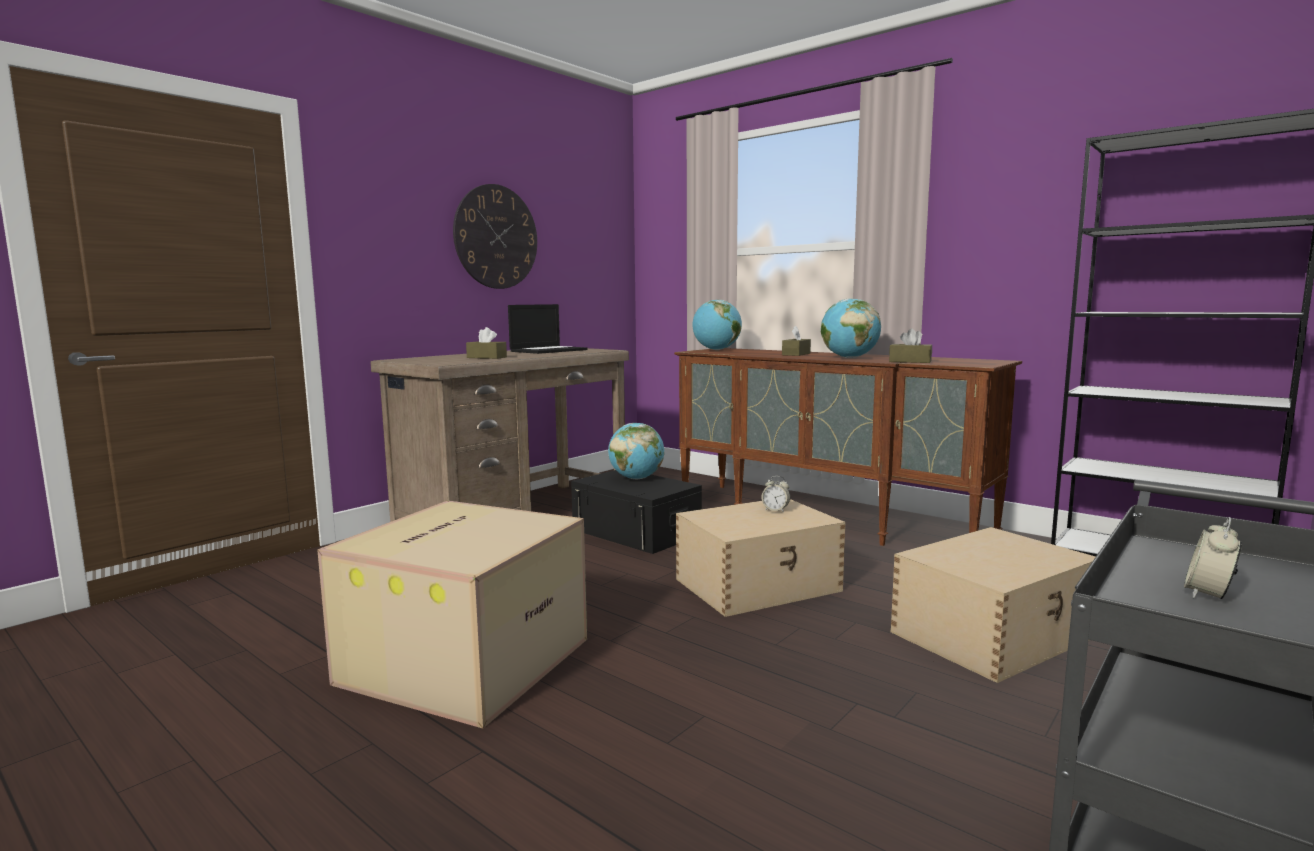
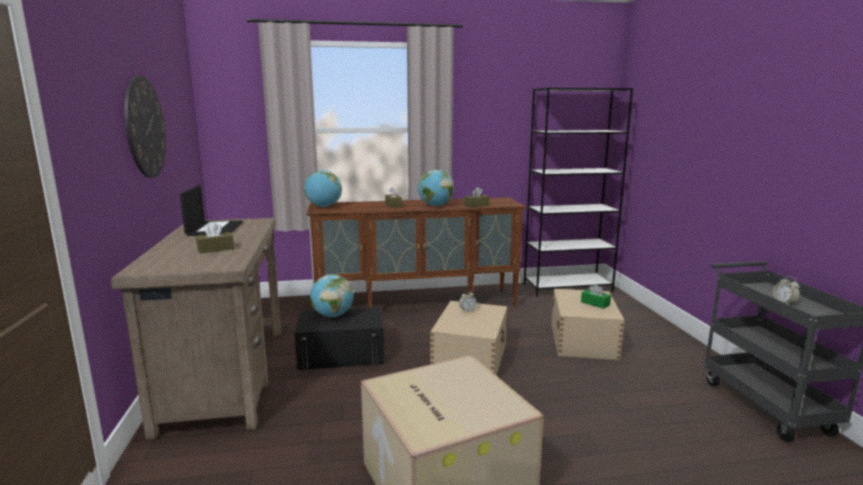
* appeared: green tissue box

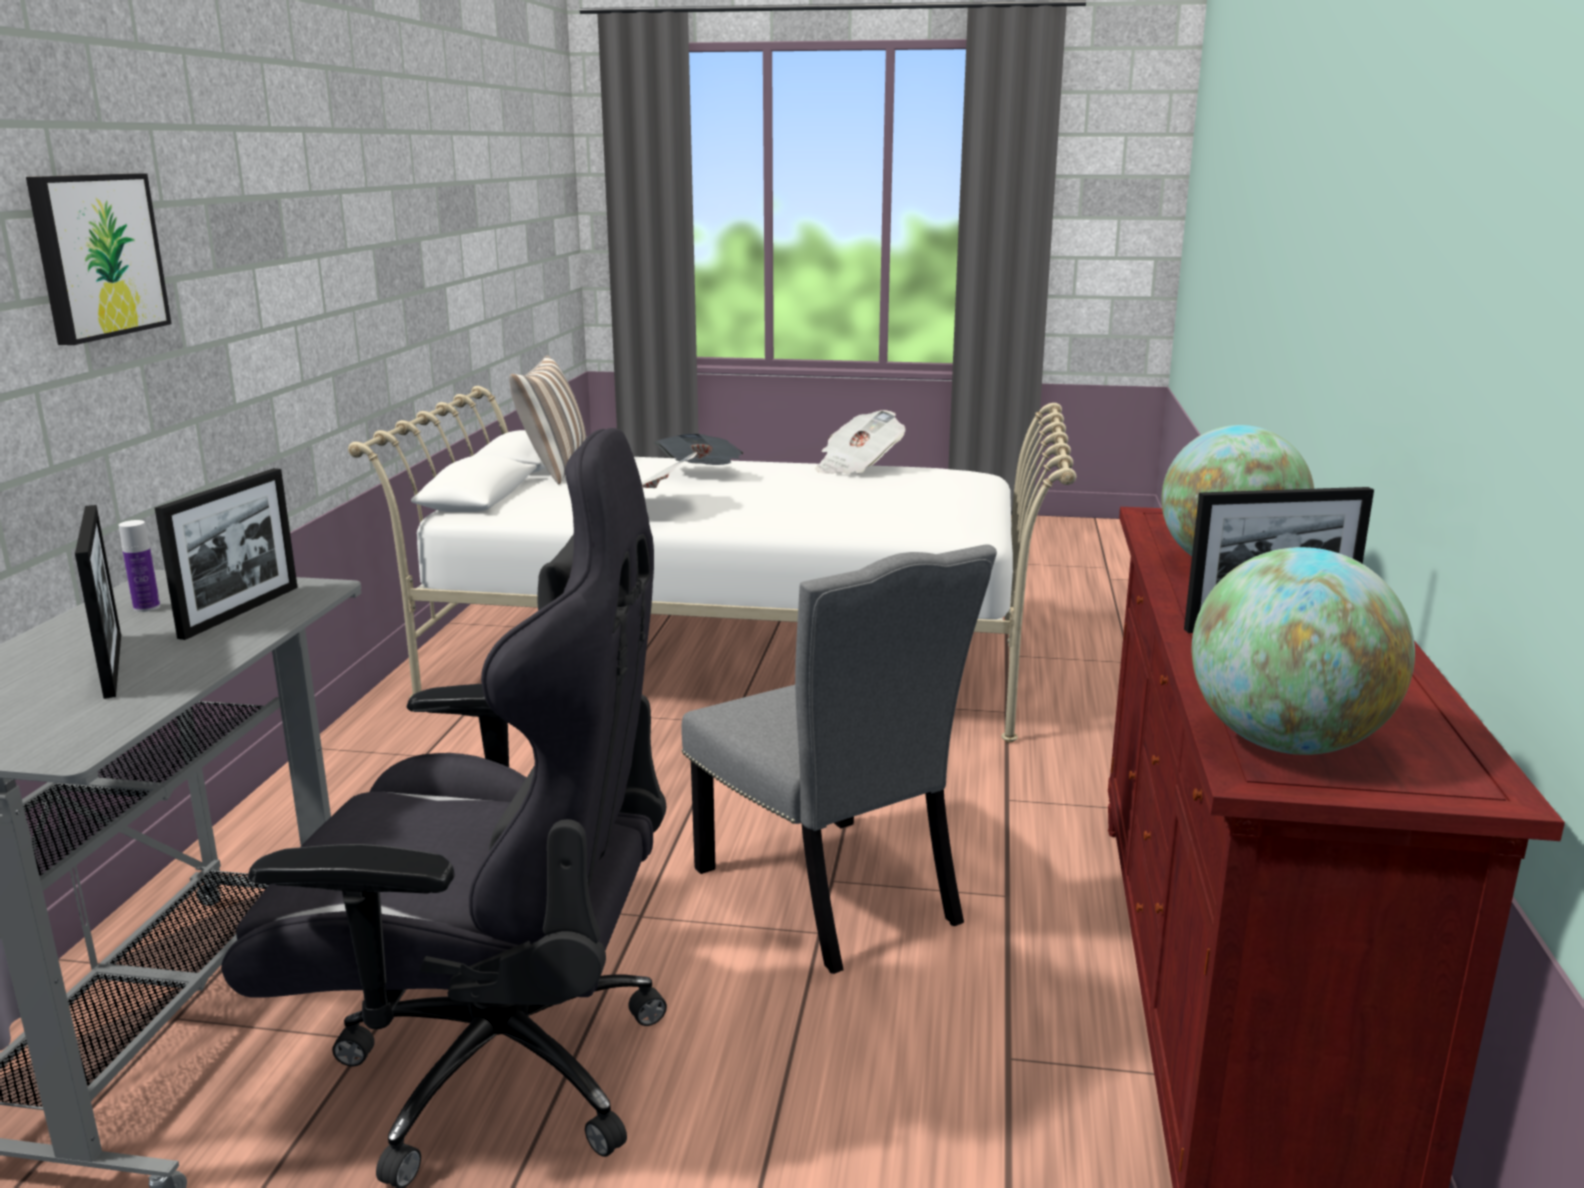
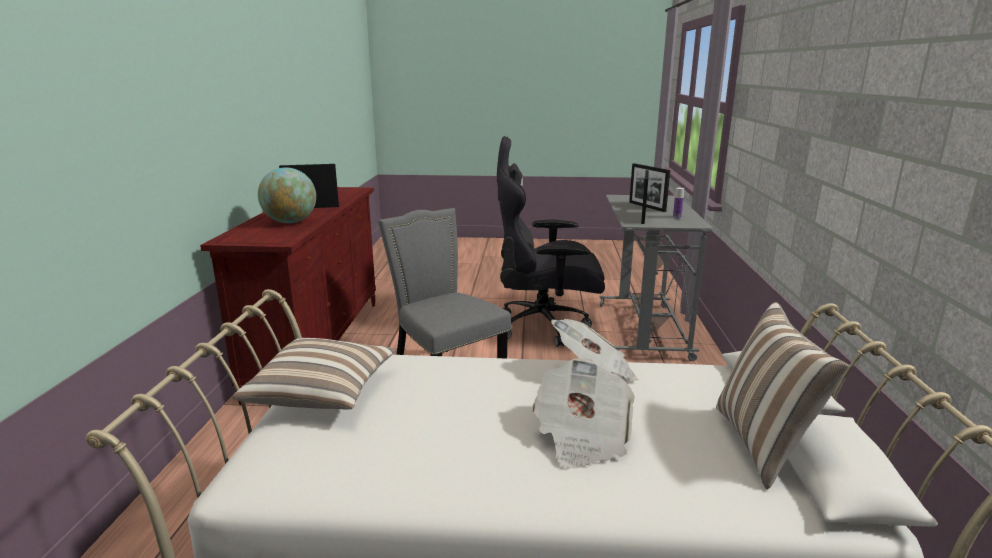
* appeared: pillow (no. 1 from left)
* missing: picture
* missing: newspaper (no. 3 from left)
* missing: globe (no. 2 from left)

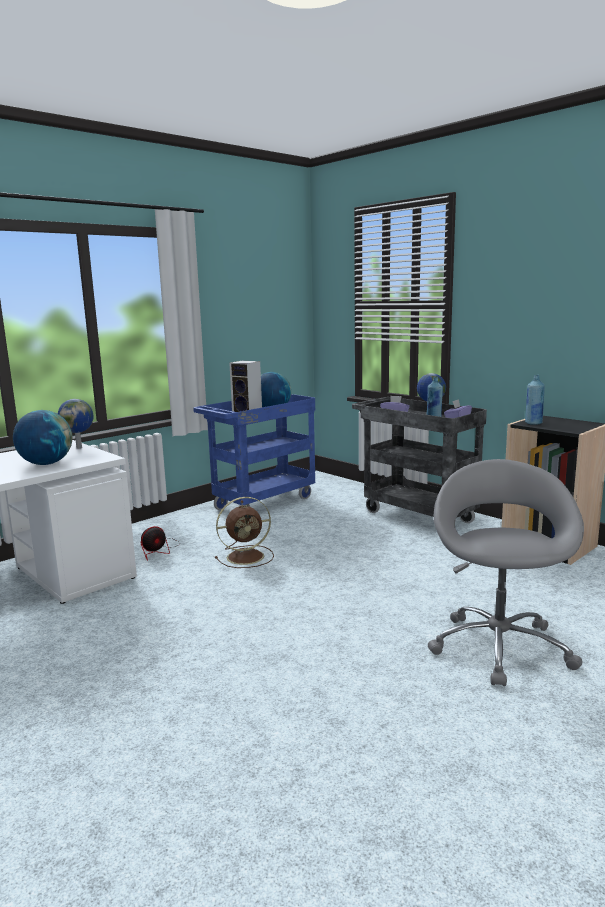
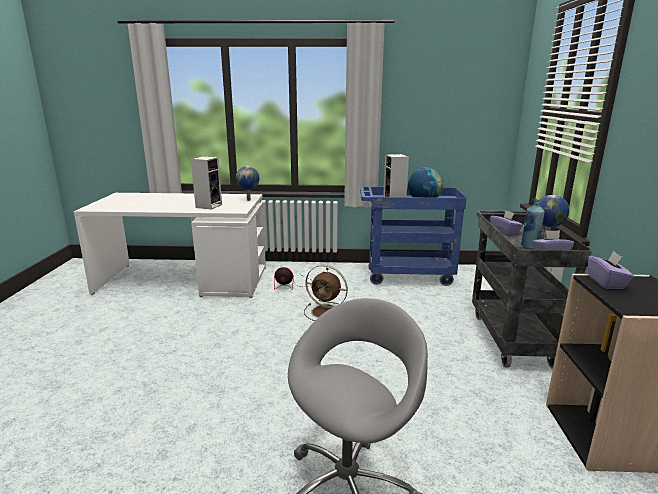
* exchanged: globe (no. 1 from left) to speaker (no. 1 from left)
* exchanged: blue bottle (no. 2 from left) to purple tissue box (no. 3 from left)

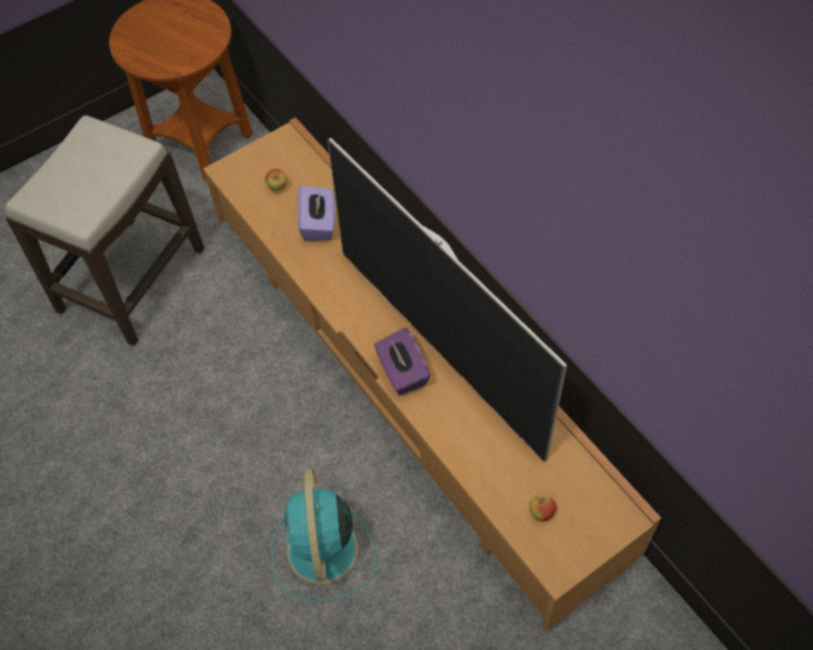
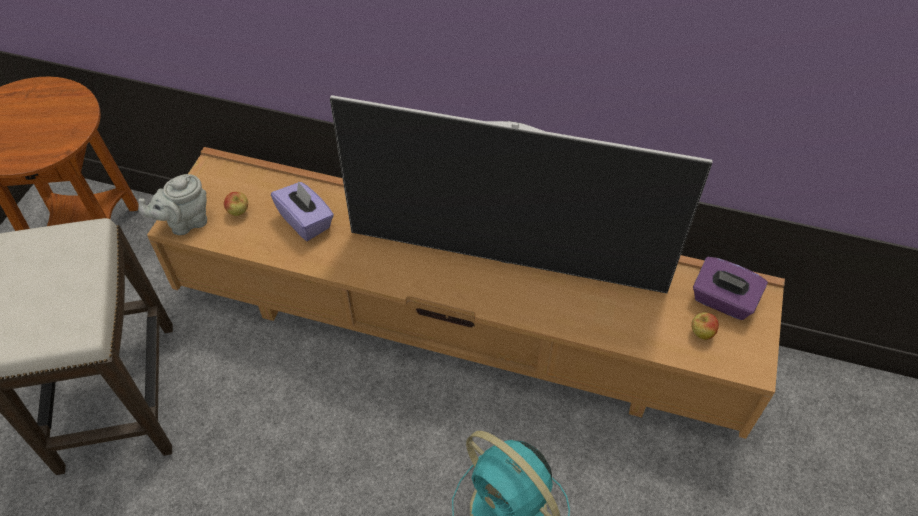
* appeared: grey teapot
* relocated: purple tissue box (no. 2 from left)

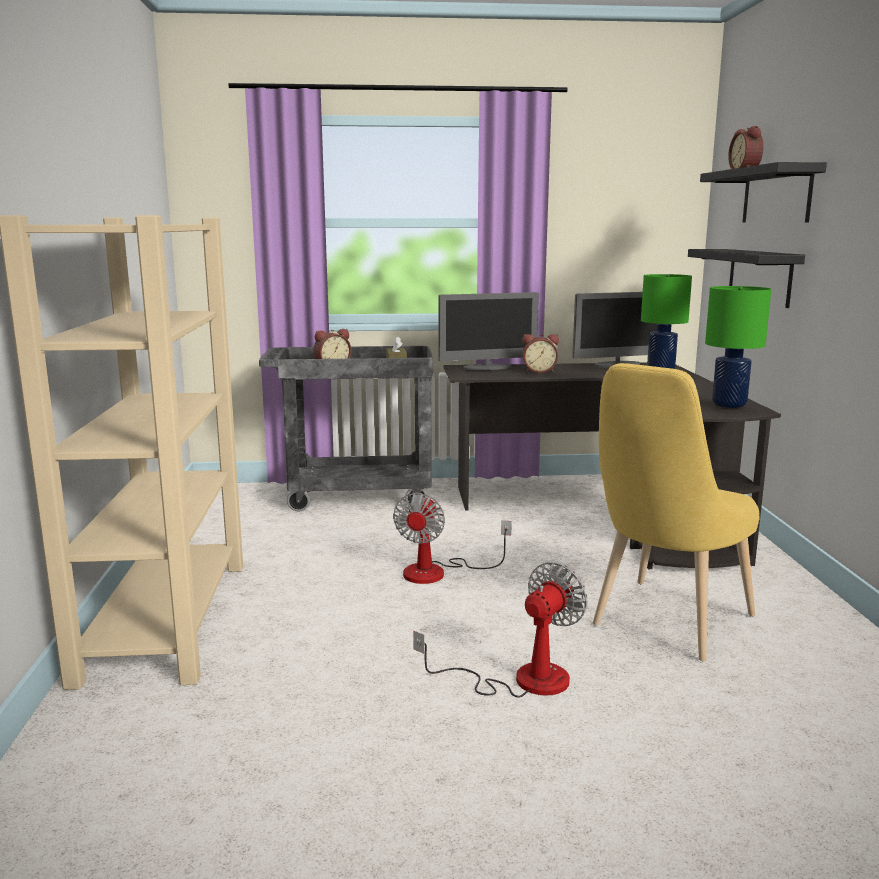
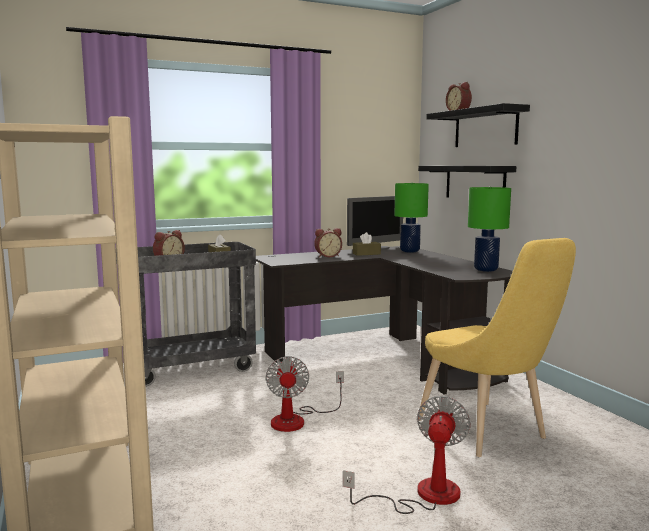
* appeared: brown tissue box (no. 2 from left)
* spun: yellow chair 45 degrees counterclockwise
* missing: monitor (no. 1 from left)

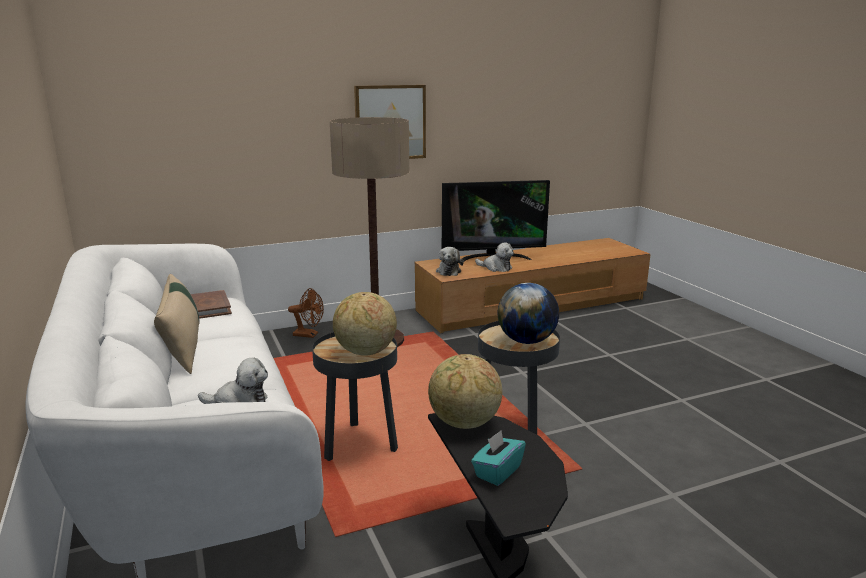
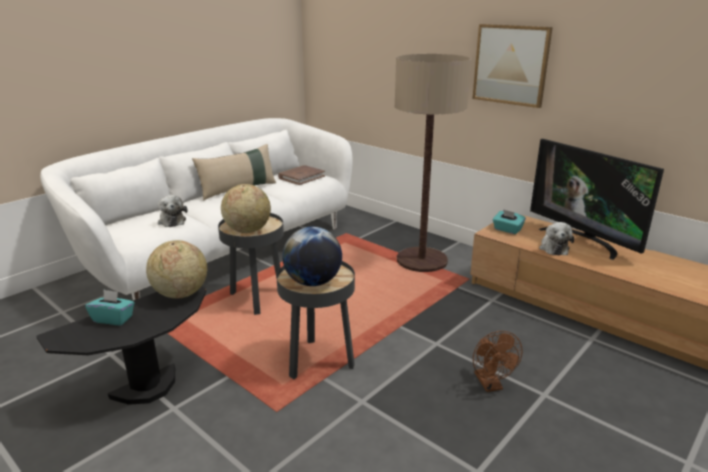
* relocated: brown fan
* exchanged: plush toy (no. 2 from left) to turquoise tissue box (no. 2 from left)

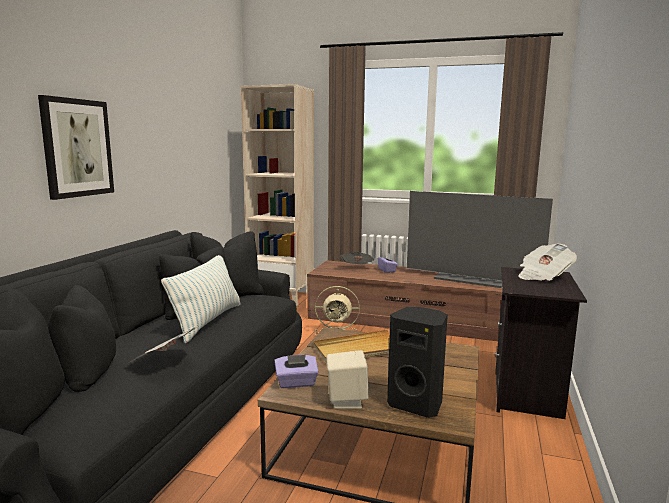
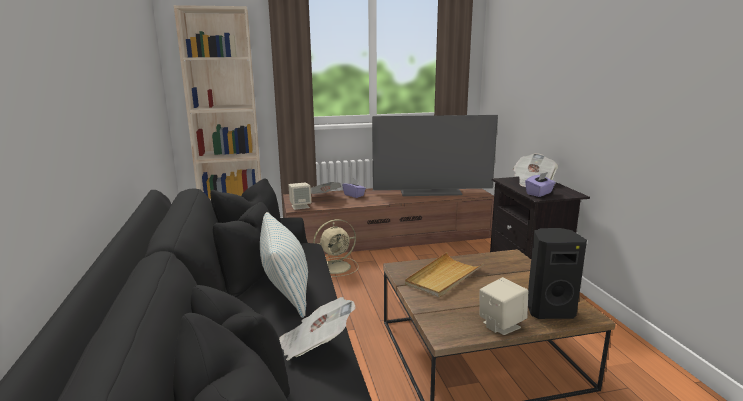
* appeared: beige speaker (no. 1 from left)
* relocated: purple tissue box (no. 1 from left in the first image) to purple tissue box (no. 2 from left)
* missing: picture

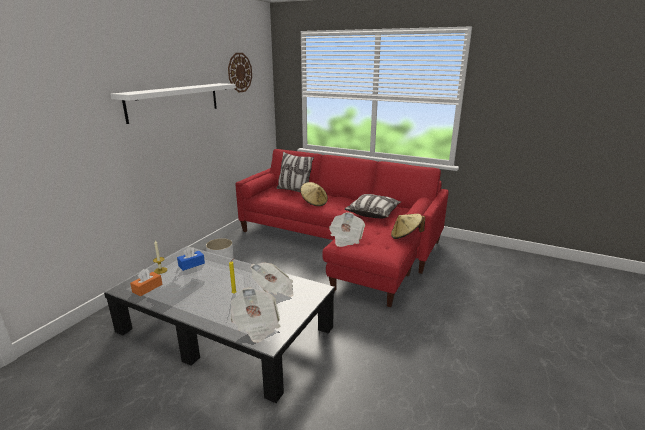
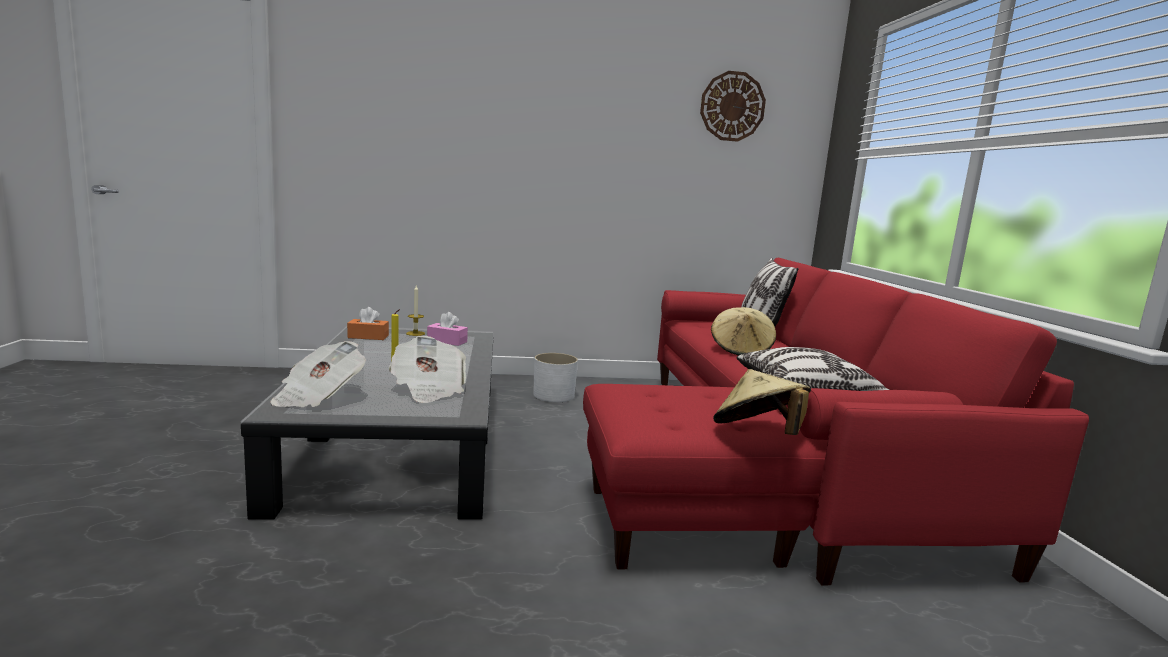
* colour: blue tissue box to pink tissue box
* missing: white shelf
* missing: newspaper (no. 3 from left)

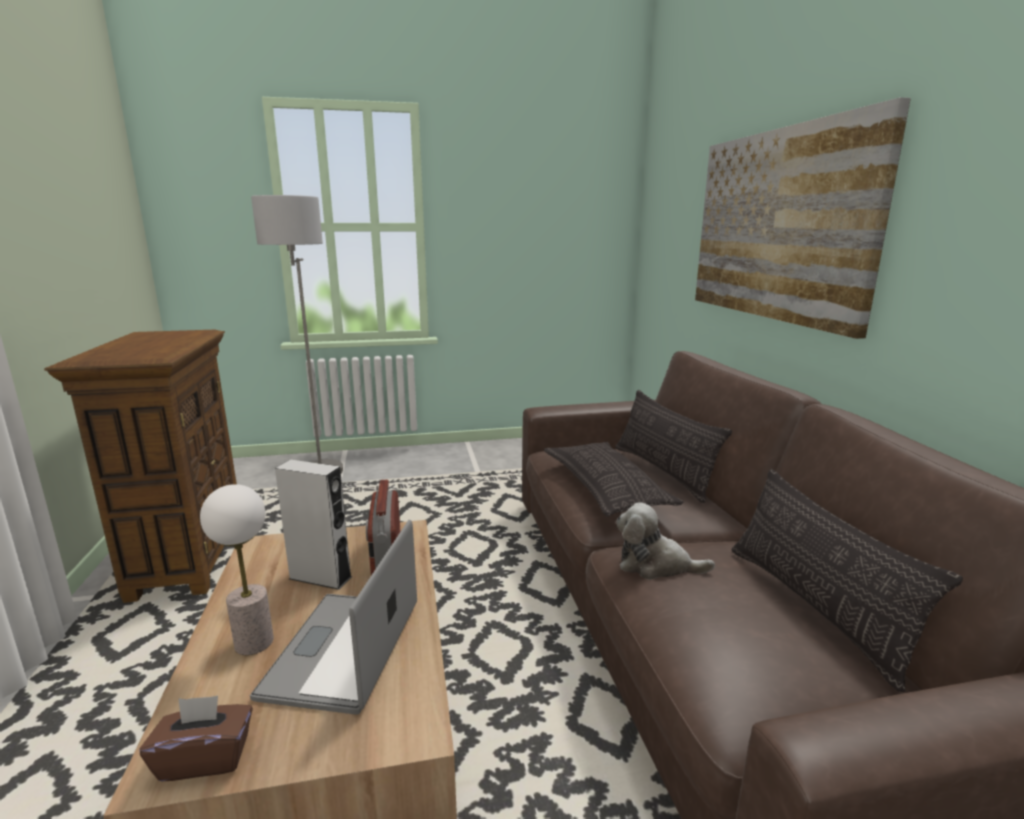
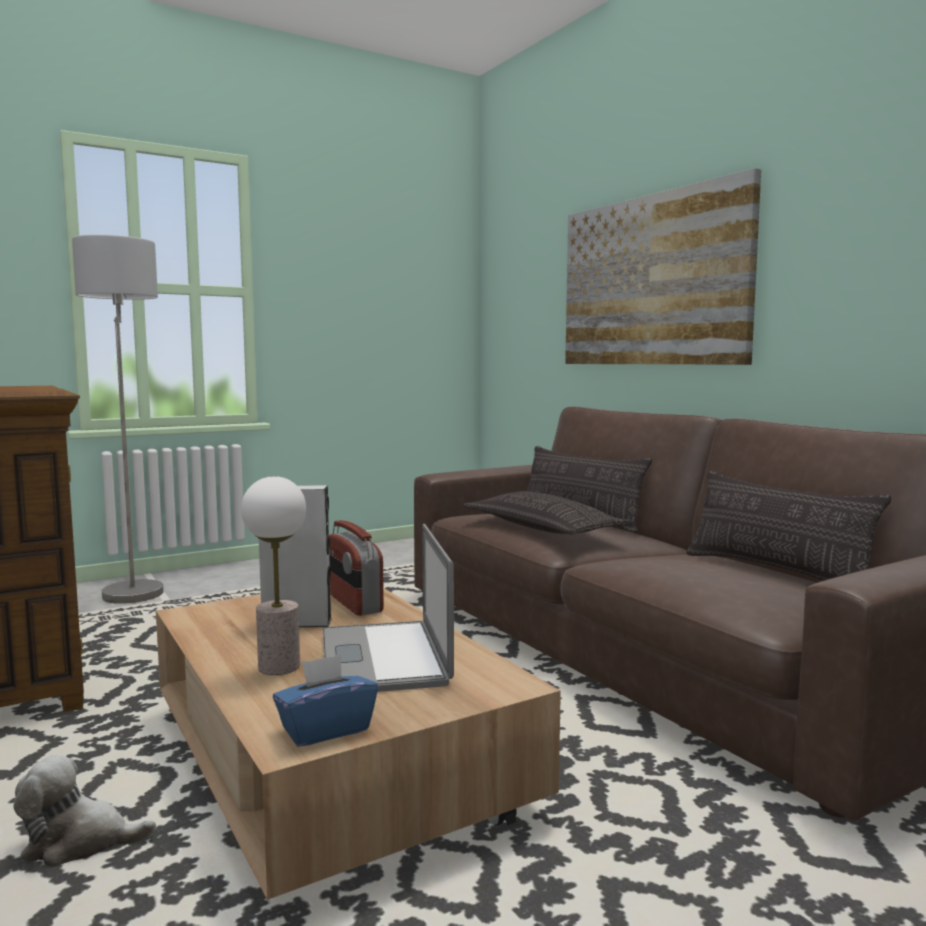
* relocated: plush toy
* colour: brown tissue box to blue tissue box

